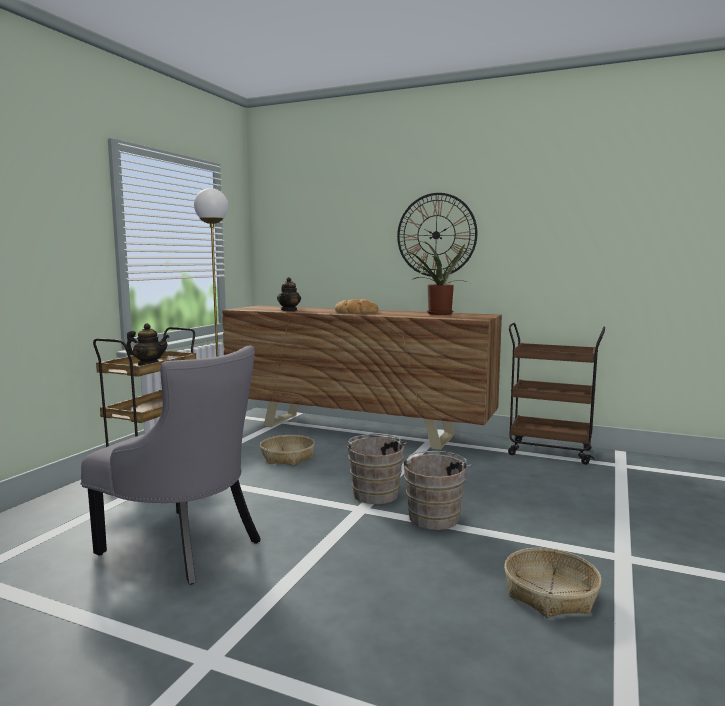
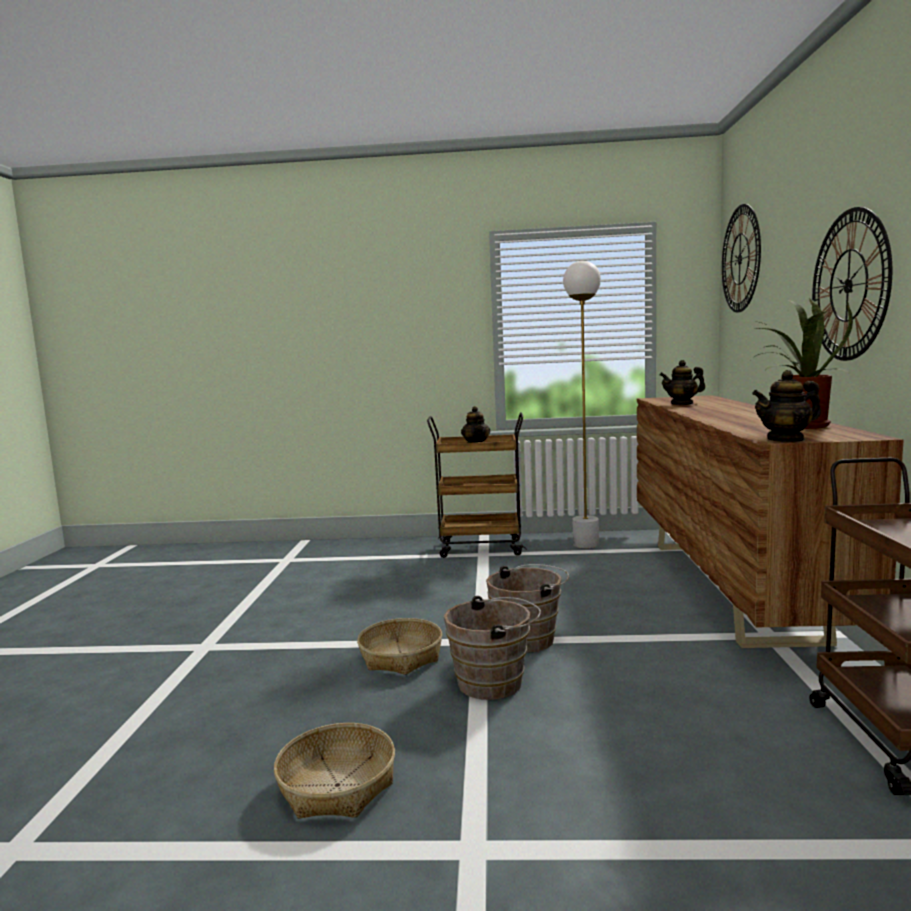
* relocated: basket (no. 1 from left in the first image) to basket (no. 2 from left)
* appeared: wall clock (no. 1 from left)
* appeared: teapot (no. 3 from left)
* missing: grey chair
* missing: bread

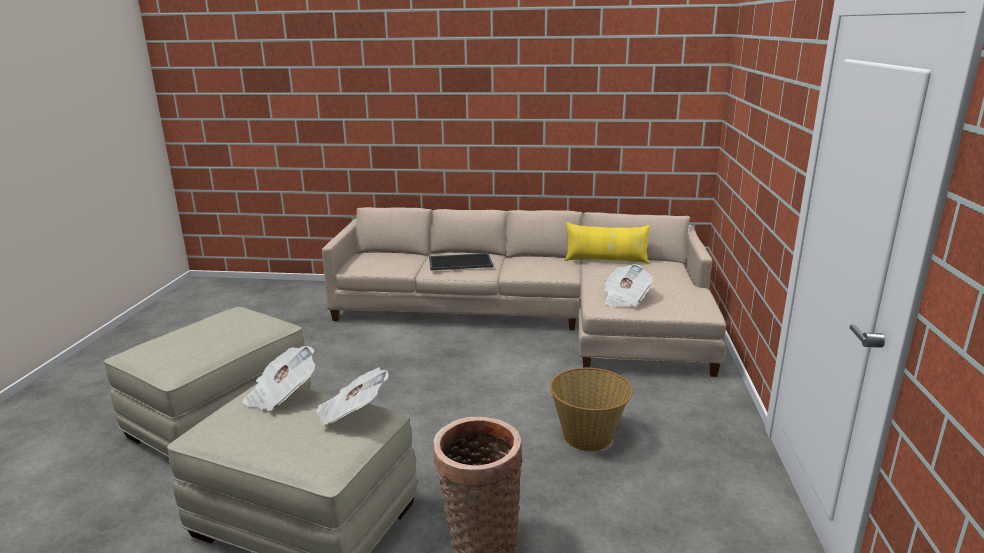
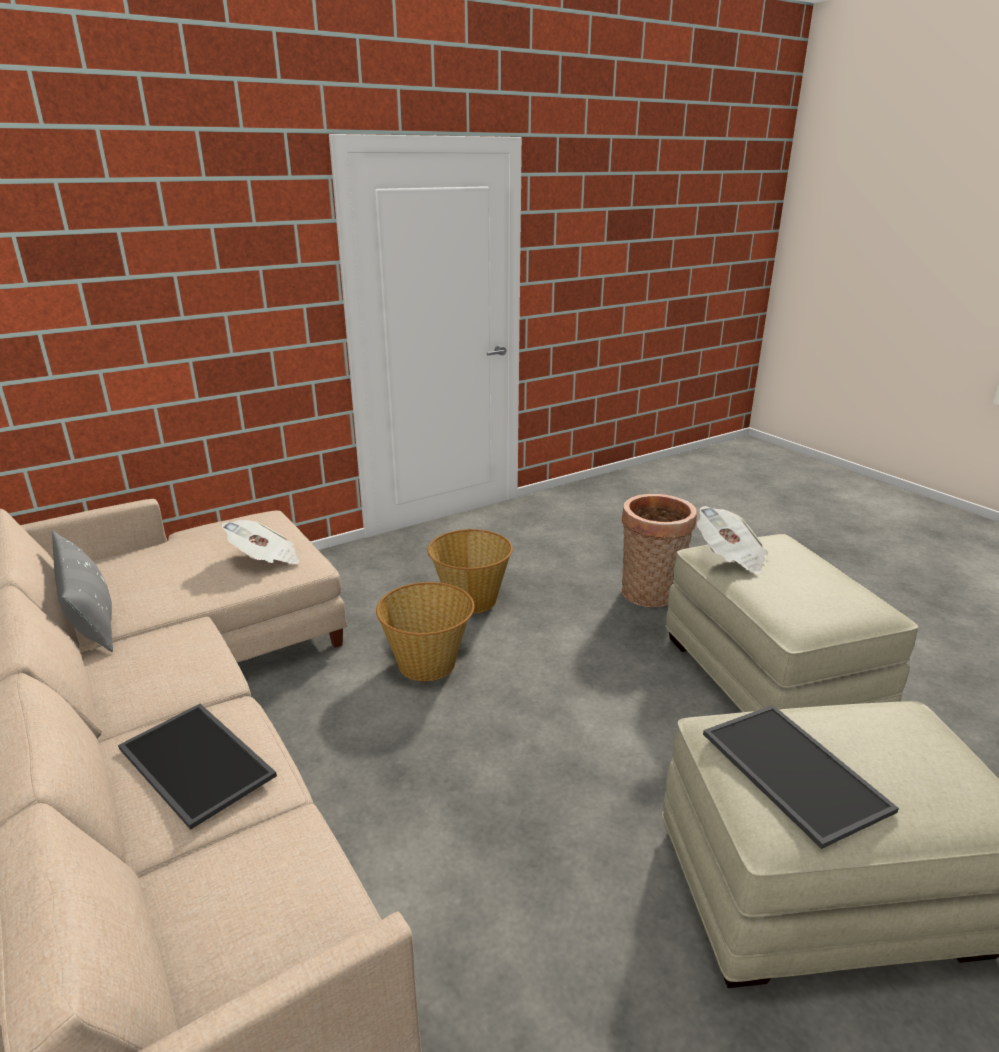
* colour: yellow pillow to grey pillow
* appeared: basket (no. 1 from left)
* appeared: tray (no. 2 from left)
* missing: newspaper (no. 1 from left)

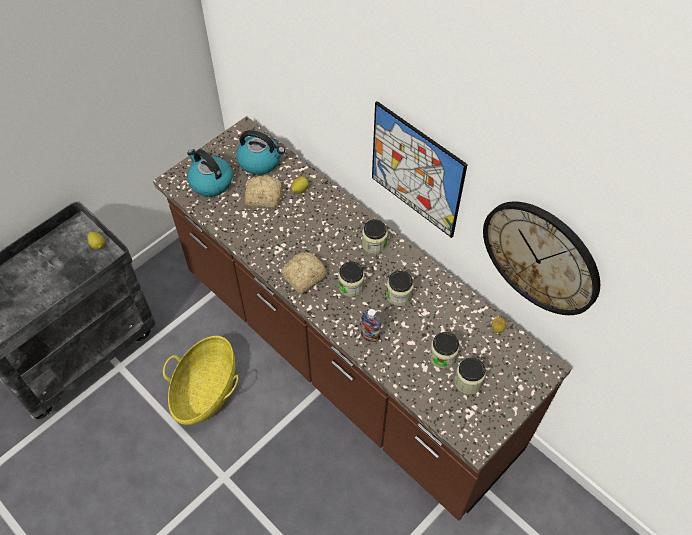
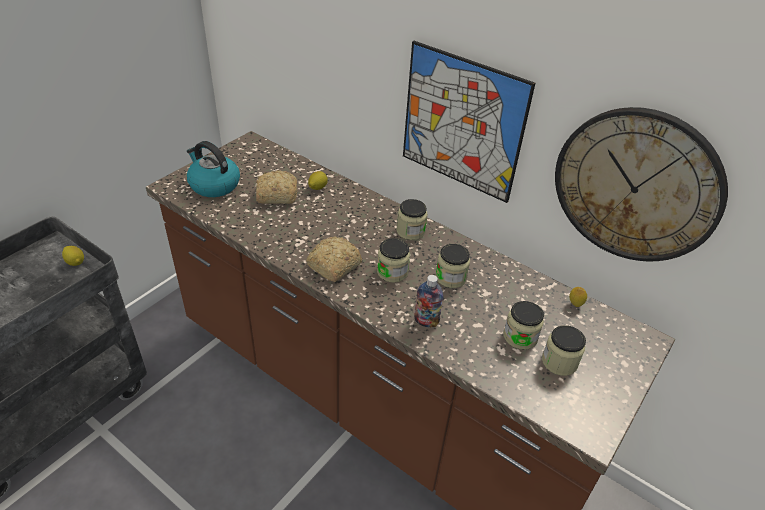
* missing: basket
* missing: kettle (no. 2 from left)

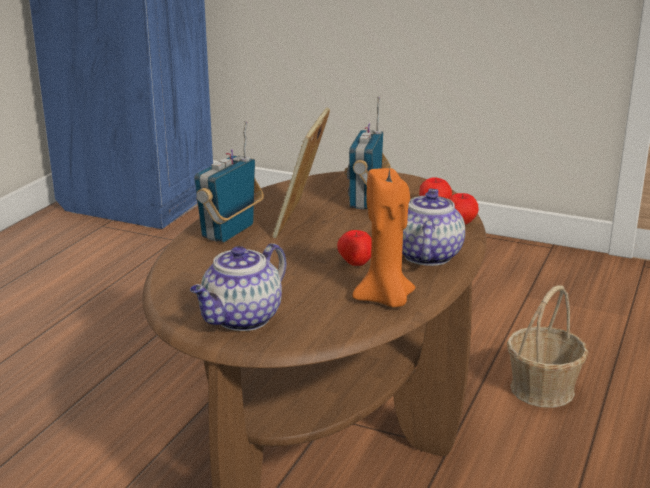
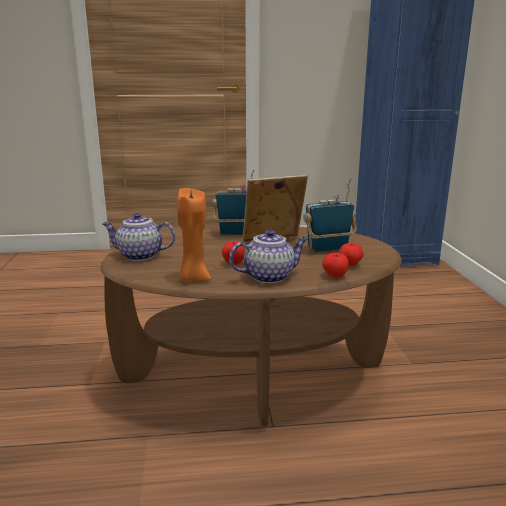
* missing: basket

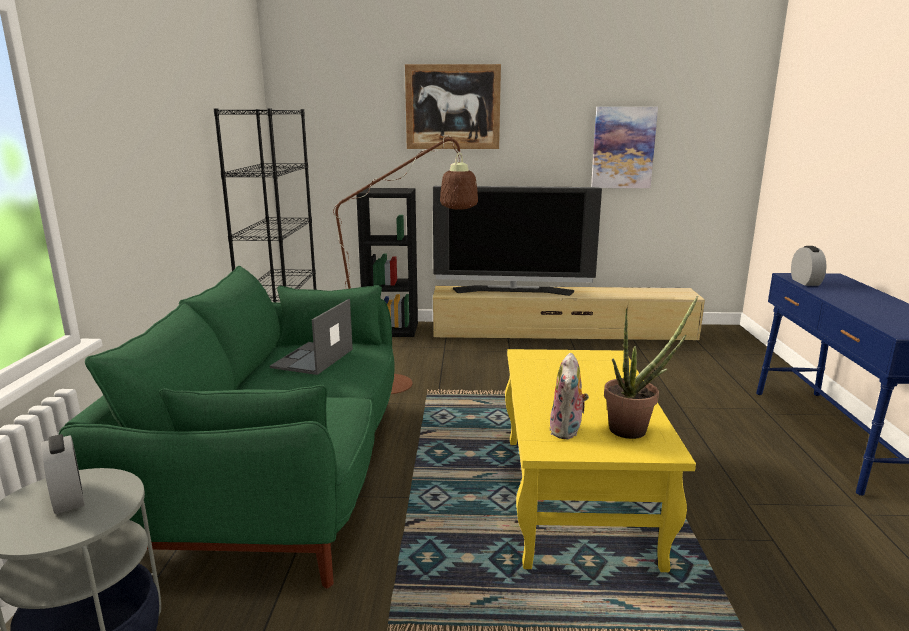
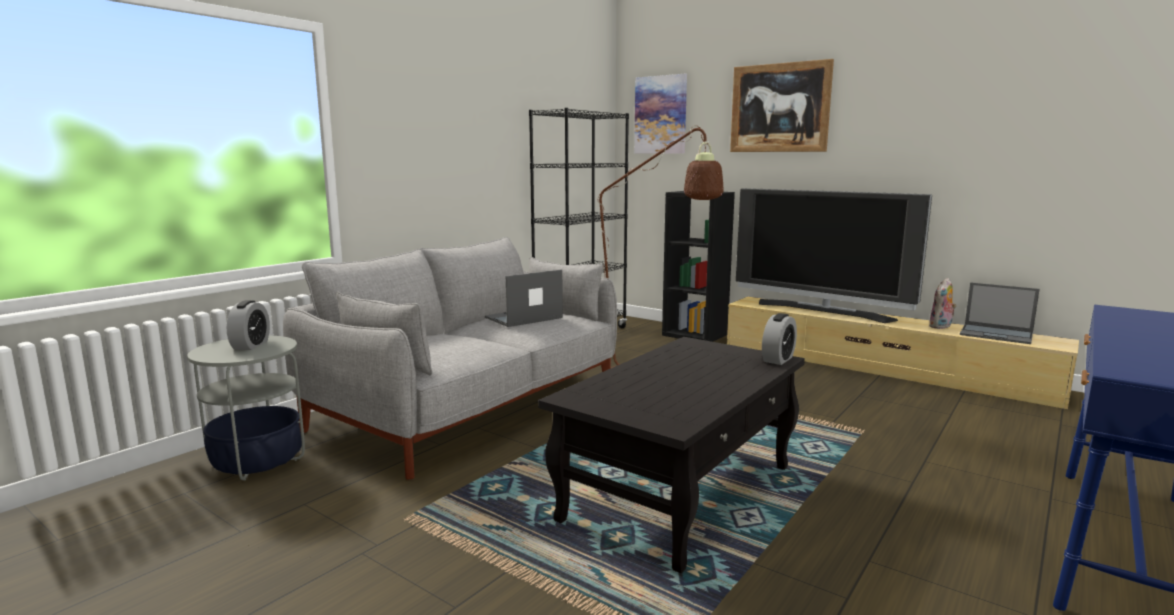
* colour: green sofa to grey sofa
* colour: yellow coffee table to black coffee table
* relocated: picture (no. 2 from left in the first image) to picture (no. 1 from left)
* relocated: alarm clock (no. 2 from left)
* relocated: plush toy
* appeared: laptop (no. 2 from left)
* missing: potted plant

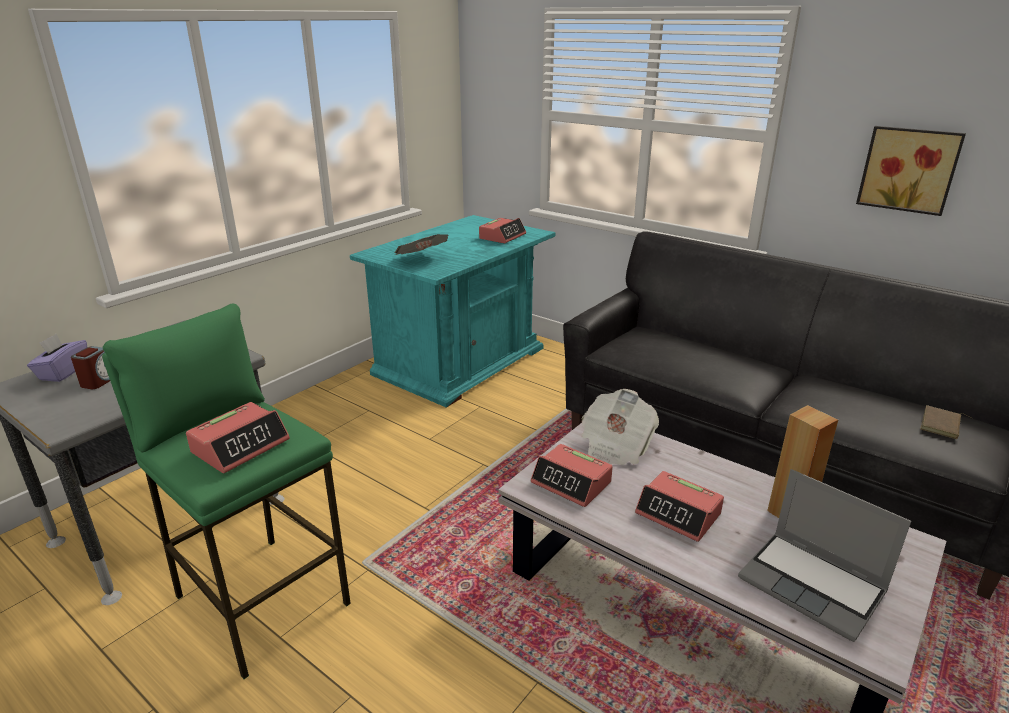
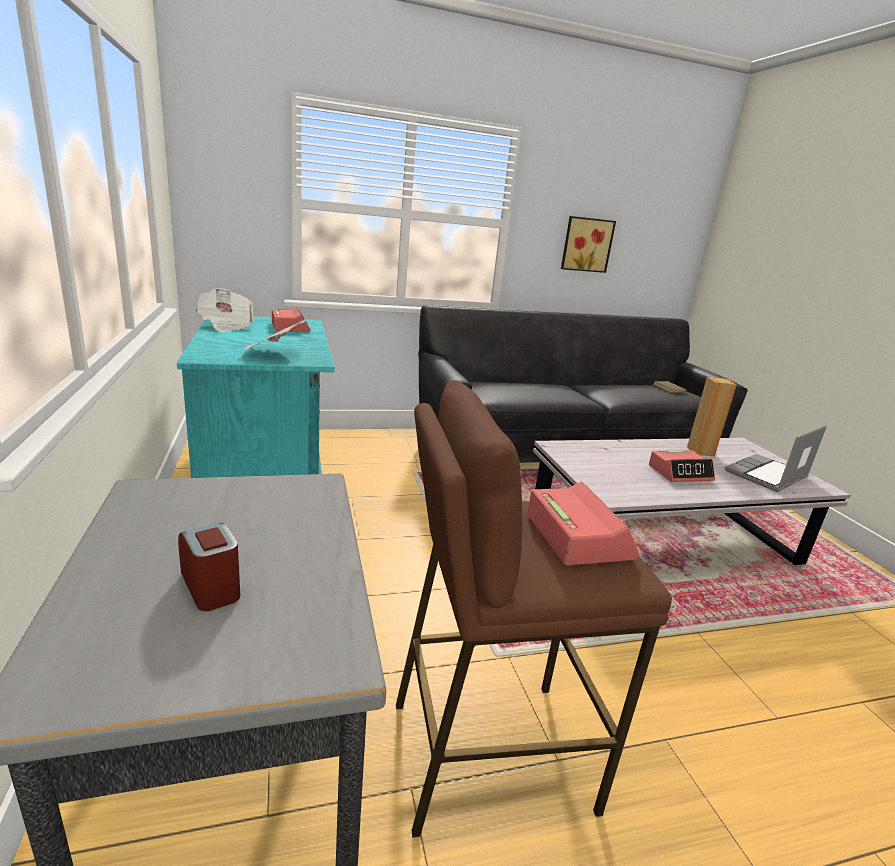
* relocated: newspaper (no. 2 from left in the first image) to newspaper (no. 1 from left)
* colour: green stool to brown stool
* spun: laptop 150 degrees clockwise
* missing: purple tissue box
* missing: alarm clock (no. 4 from left)

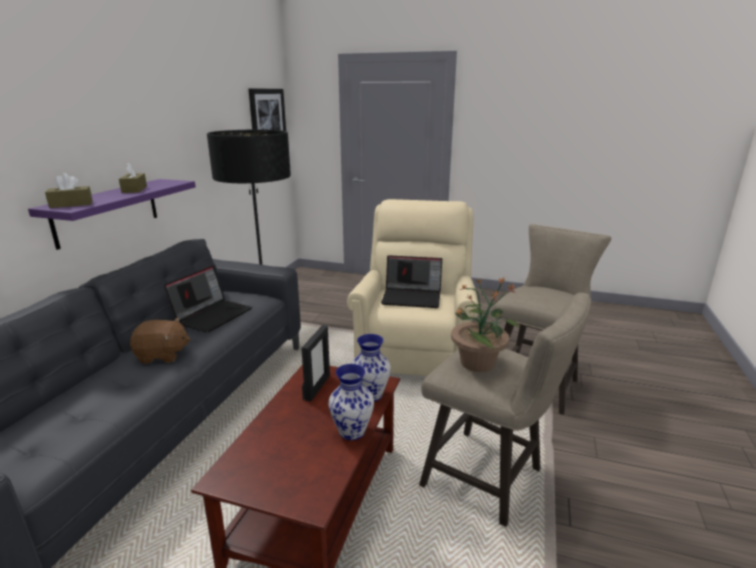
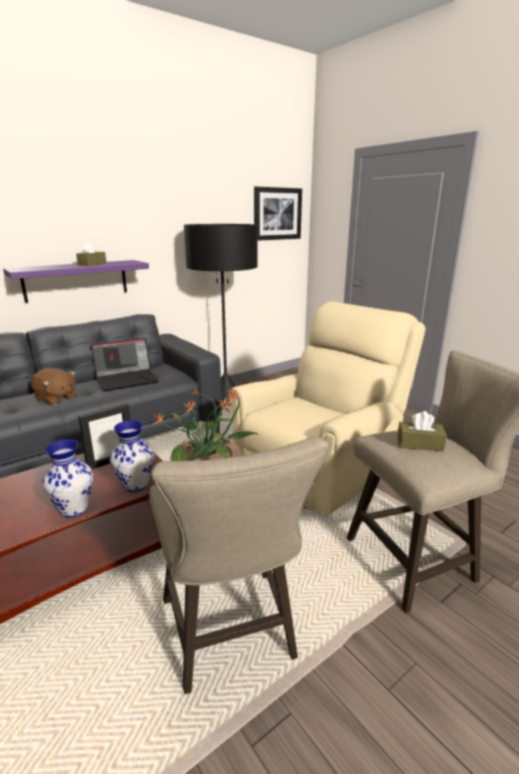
* relocated: brown tissue box (no. 1 from left in the first image) to brown tissue box (no. 2 from left)
* missing: laptop (no. 2 from left)

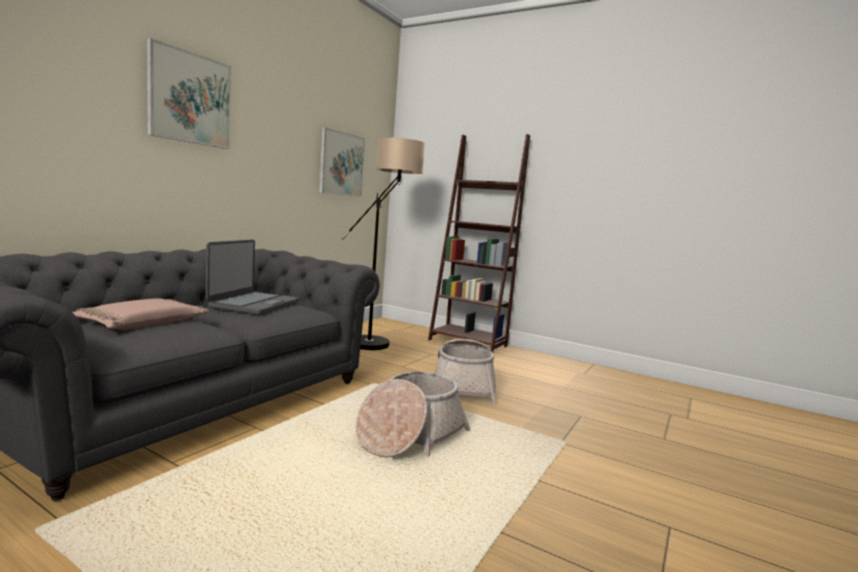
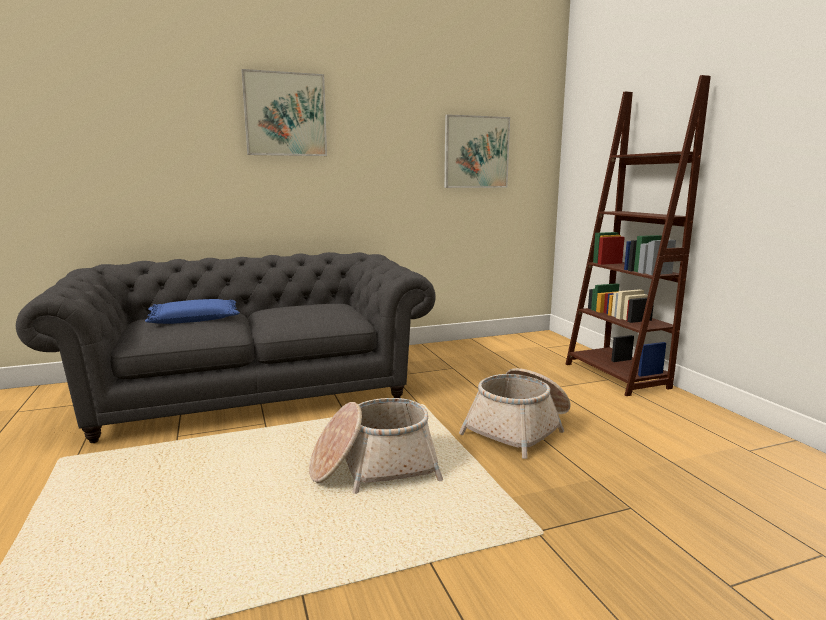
* colour: beige pillow to blue pillow
* missing: laptop
* missing: floor lamp

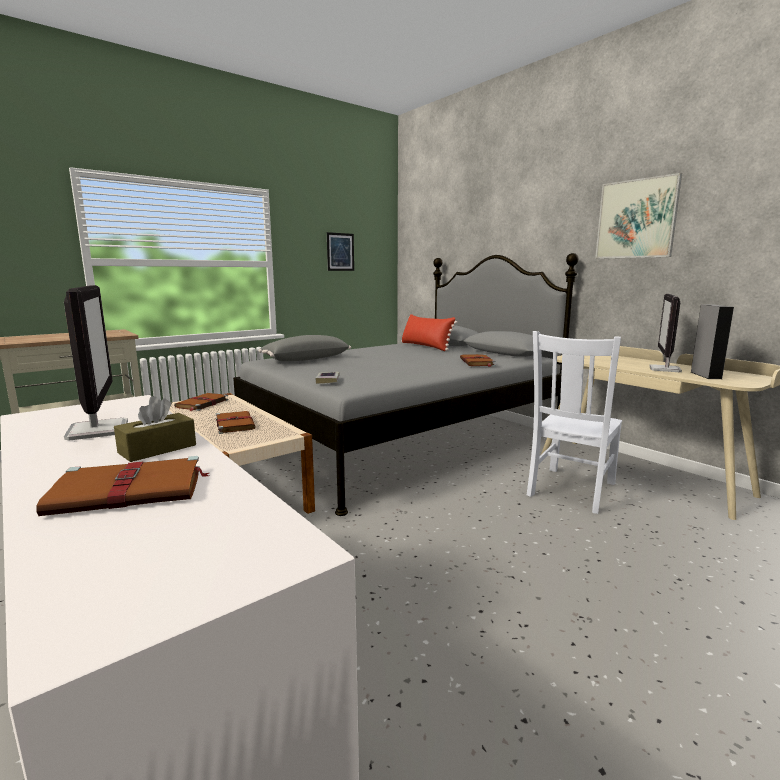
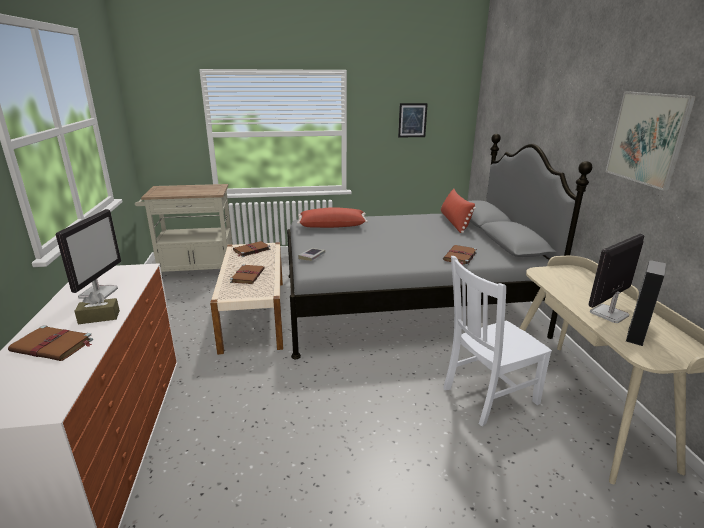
* colour: grey pillow to red pillow (no. 1 from left)

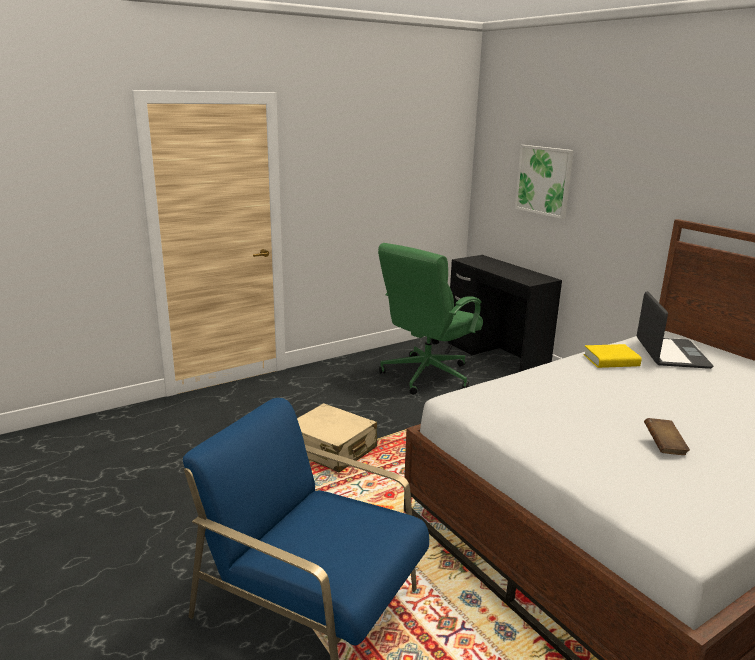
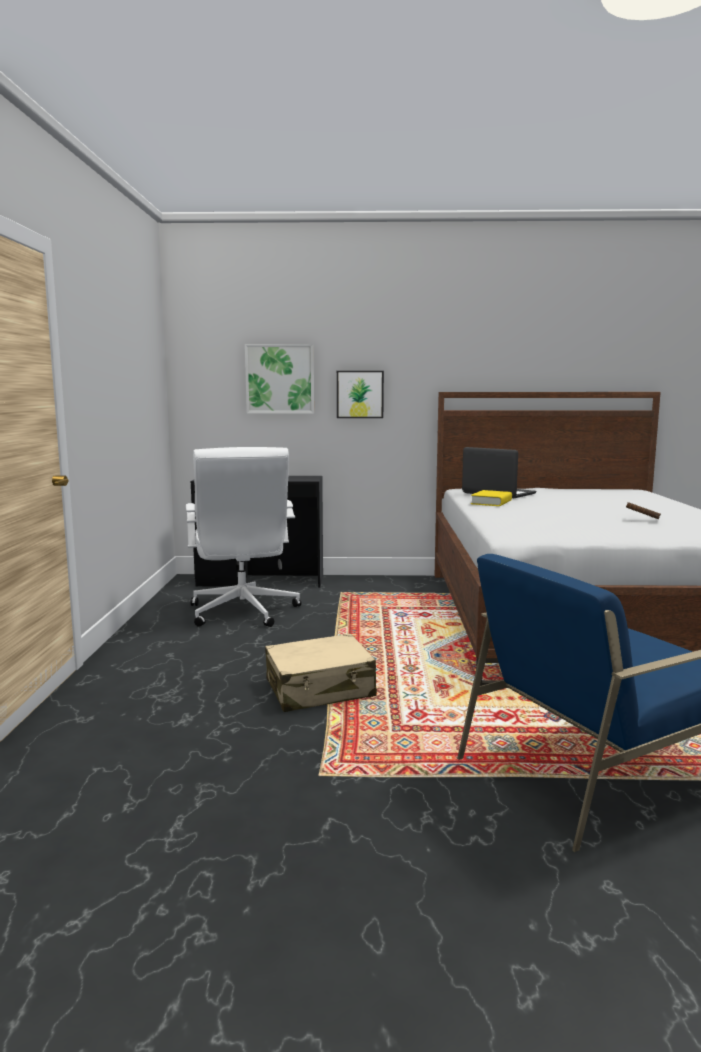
* colour: green office chair to white office chair
* appeared: picture (no. 2 from left)

